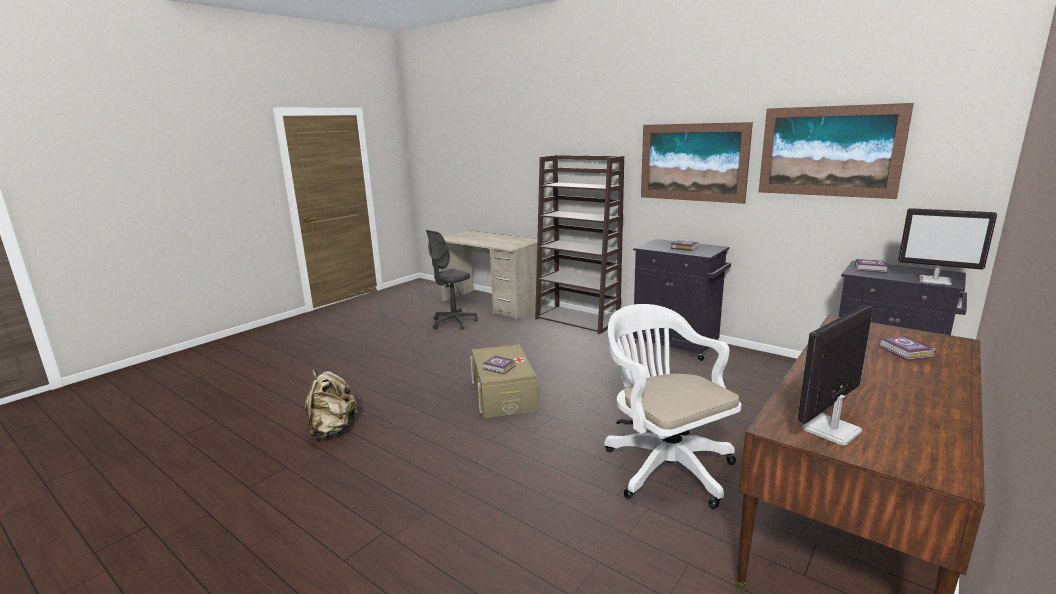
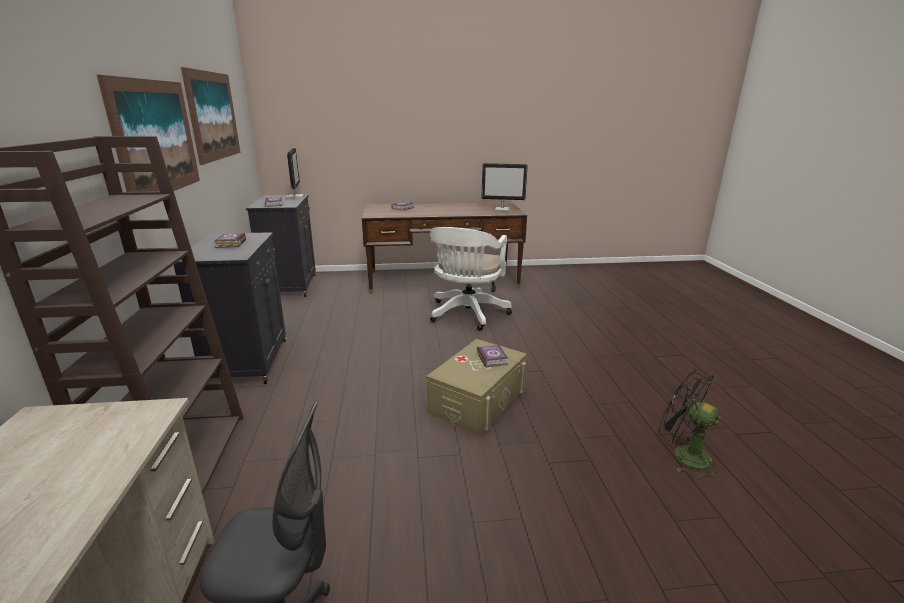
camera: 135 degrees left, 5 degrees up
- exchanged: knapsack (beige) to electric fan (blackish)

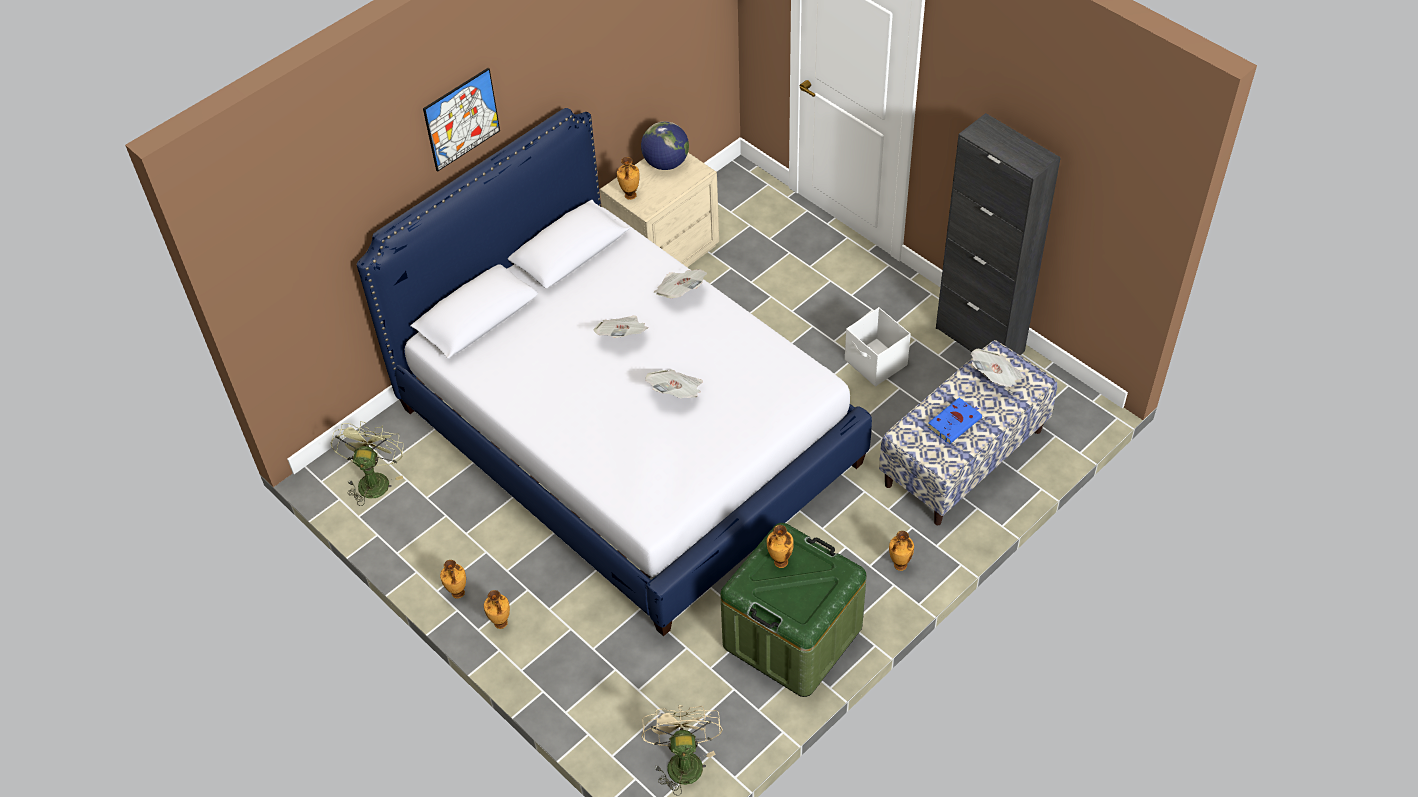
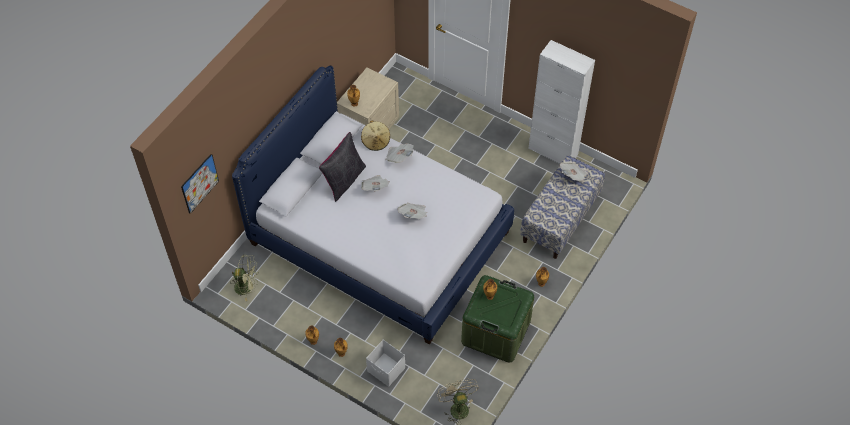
camera: 15 degrees left, 5 degrees up
- relocated: picture
- spun: electric fan (green) 105 degrees clockwise
- appeared: throw pillow (blackish)
- appeared: wearable hat (beige)
- relocated: storage container (white-coloured)
- colour: cupboard (blackish) to cupboard (white-coloured)
- missing: globe
- missing: volume (bluish)

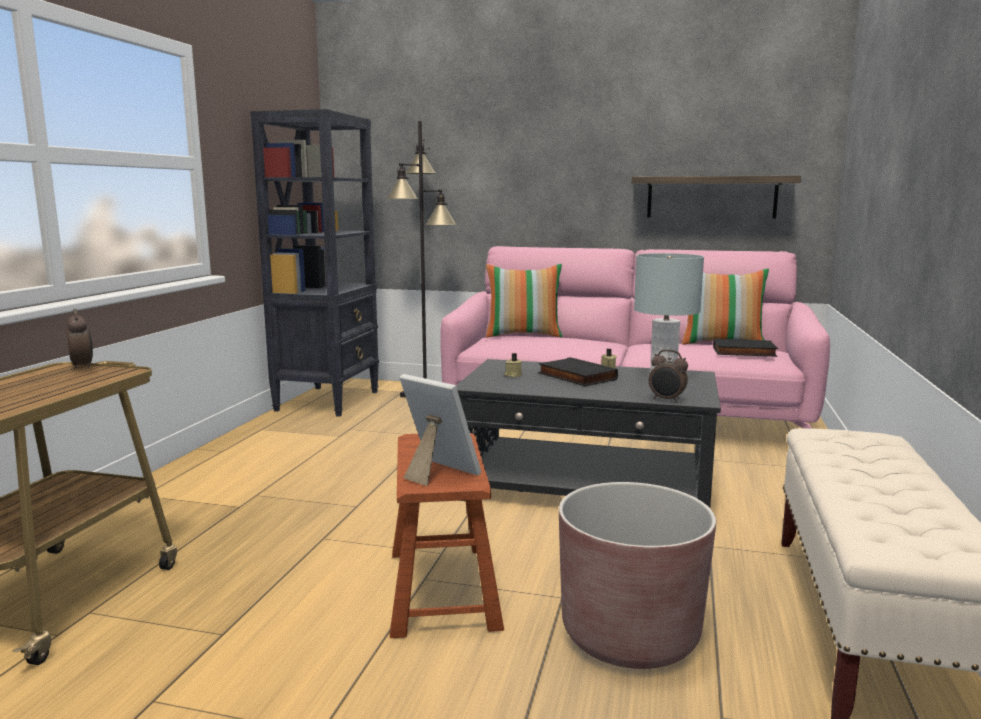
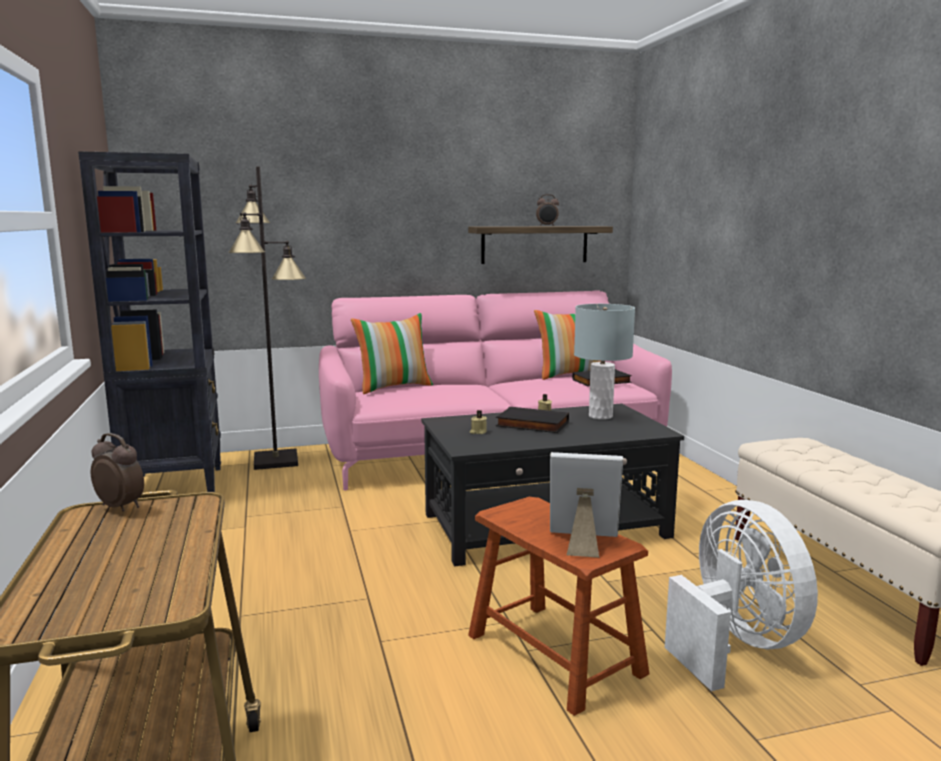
camera: 30 degrees left, 0 degrees up
- relocated: table clock (no. 2 from left)
- exchanged: flower pot (brown) to electric fan (white-coloured)

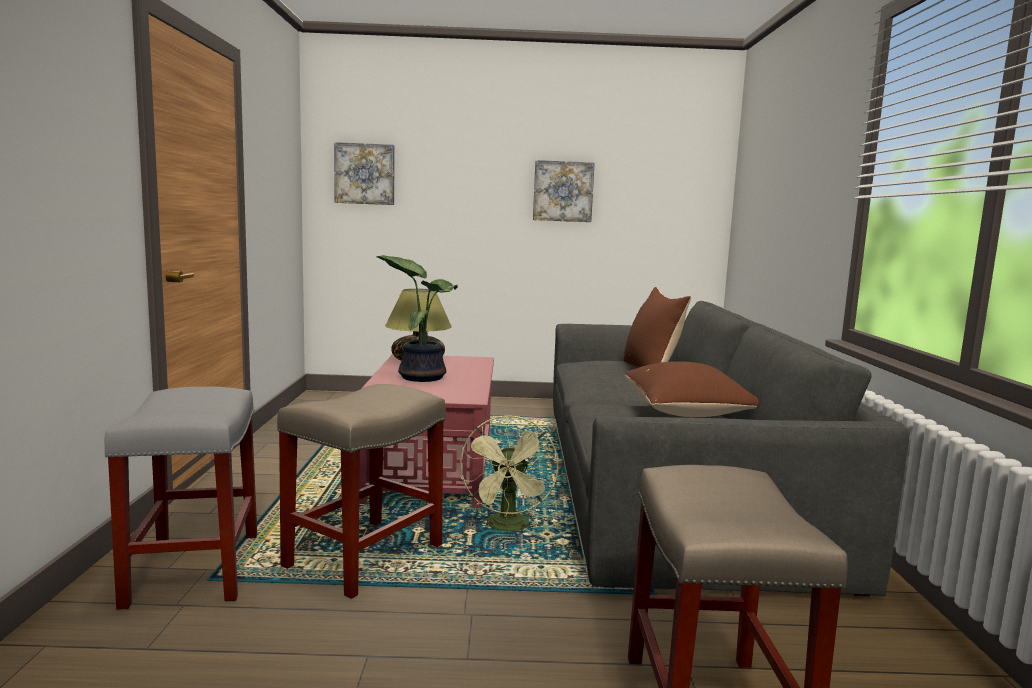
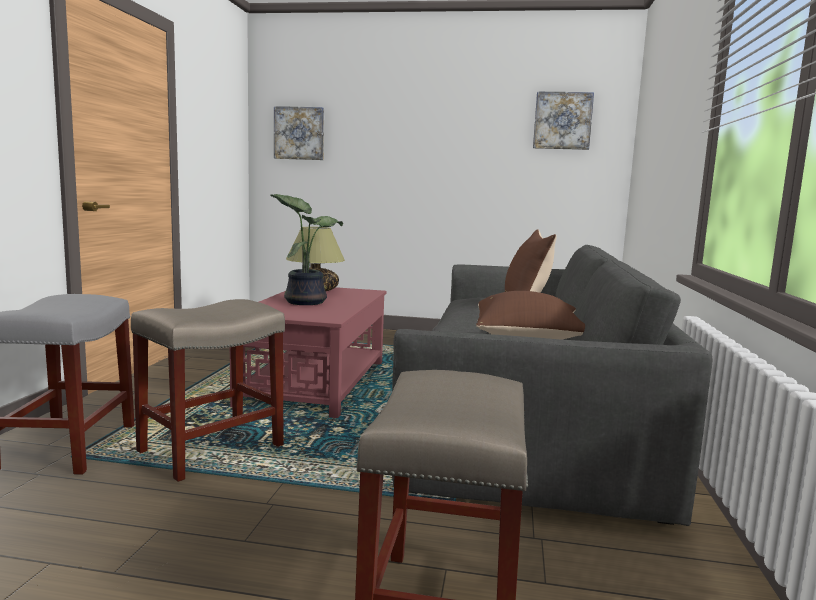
camera: 10 degrees right, 0 degrees up
- relocated: picture (no. 2 from left)
- missing: electric fan (green)

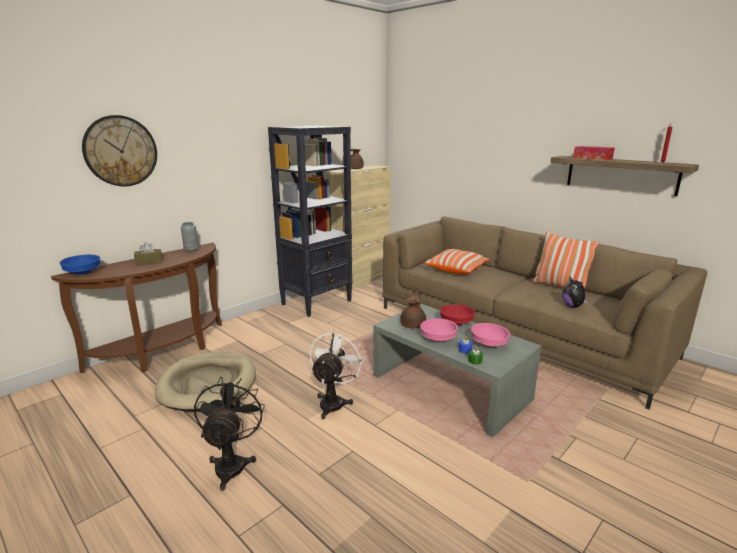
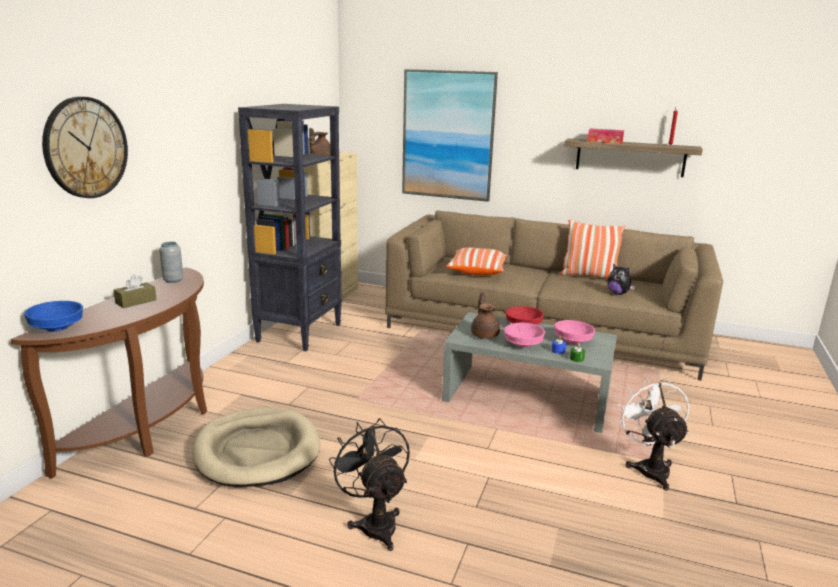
camera: 25 degrees left, 0 degrees up
- appeared: picture
- relocated: electric fan (white-coloured)

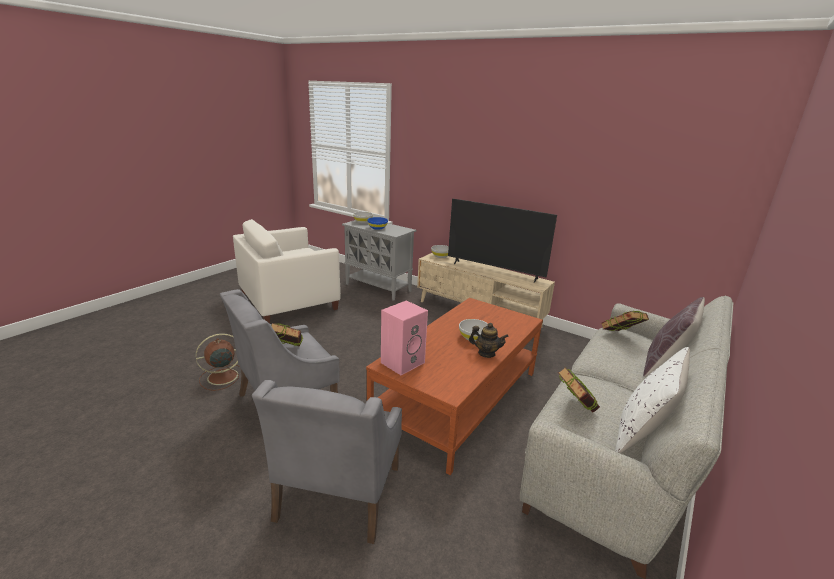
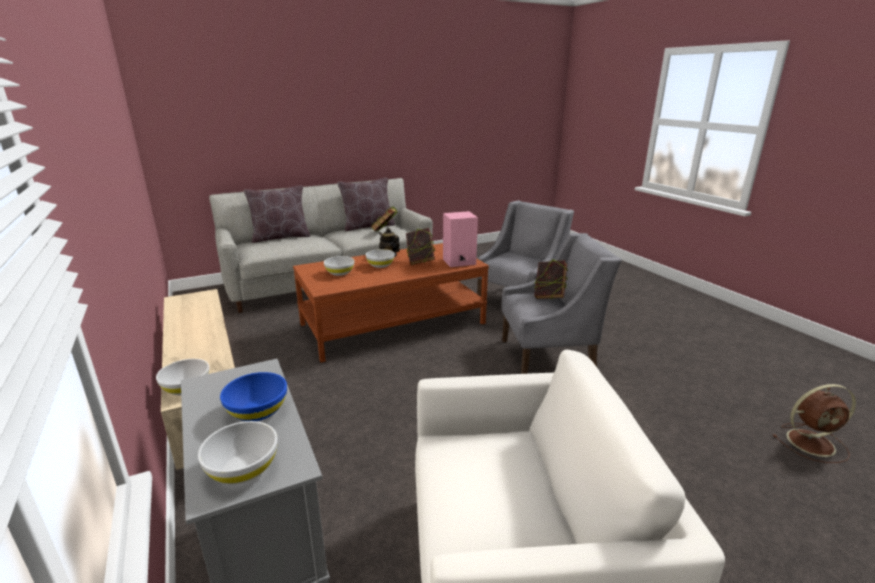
camera: 150 degrees left, 0 degrees up
- appeared: bowl (white-coloured) (no. 3 from left)
- colour: throw pillow (white-coloured) to throw pillow (brown) (no. 2 from left)
- relocated: volume (no. 3 from left in the first image) to volume (no. 2 from left)
- relocated: electric fan (brown)
- missing: television

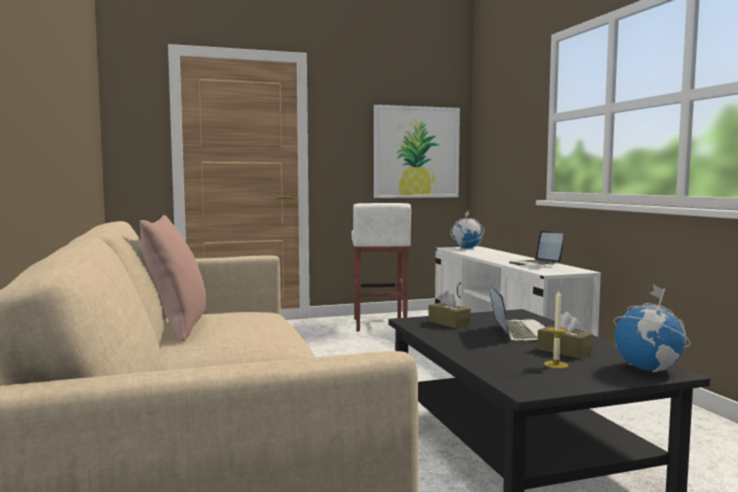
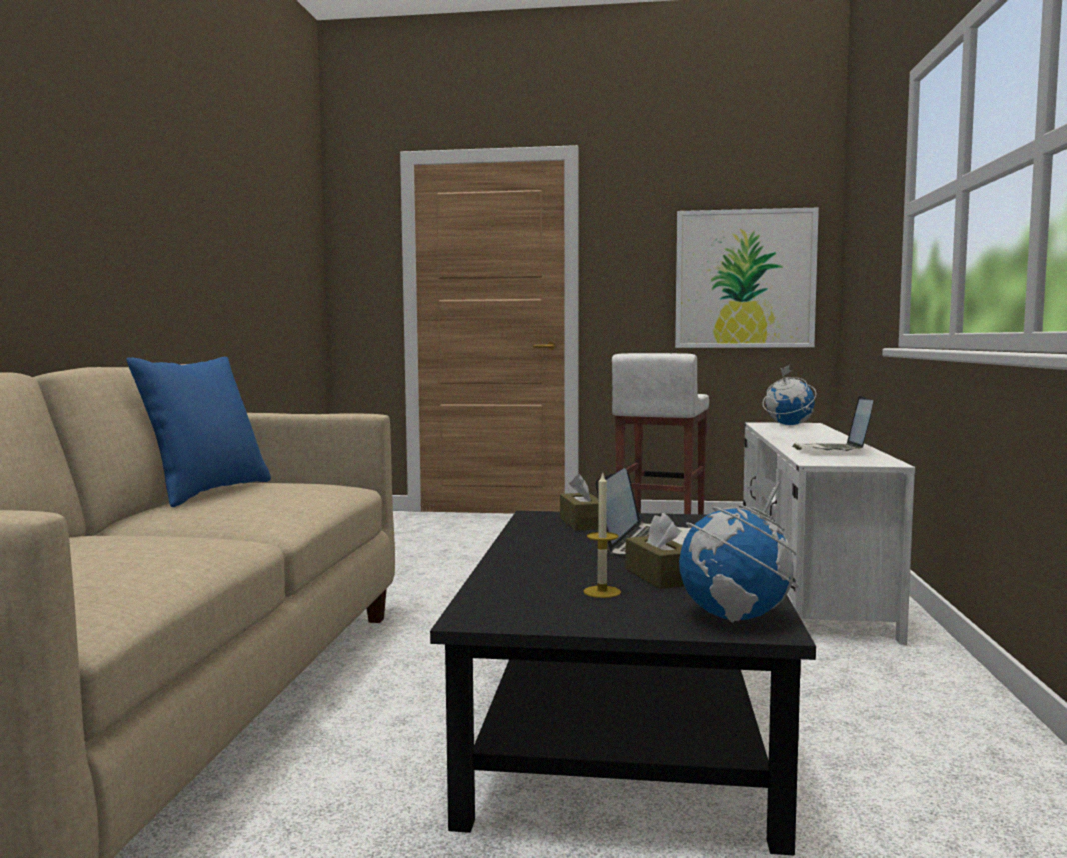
camera: 25 degrees right, 0 degrees up
- colour: throw pillow (pinkish) to throw pillow (bluish)

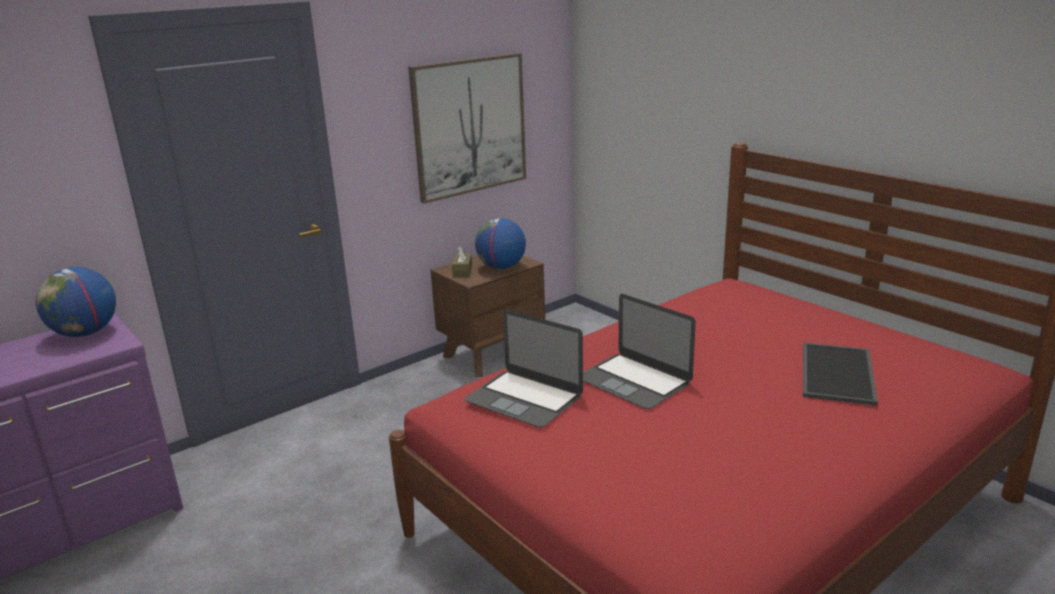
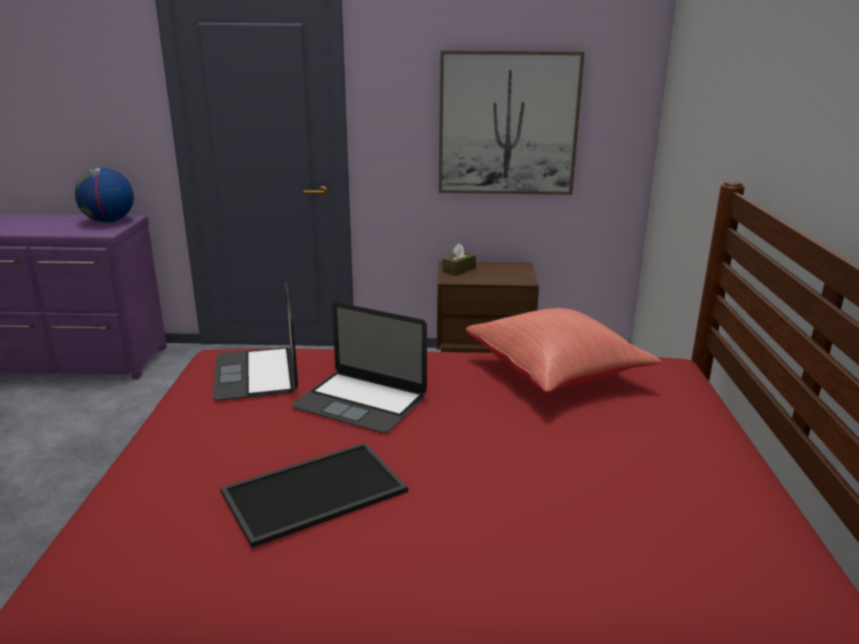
camera: 40 degrees right, 0 degrees up
- relocated: carrying tray
- spun: laptop (no. 2 from left) 60 degrees counterclockwise
- appeared: throw pillow (red)
- missing: globe (no. 2 from left)

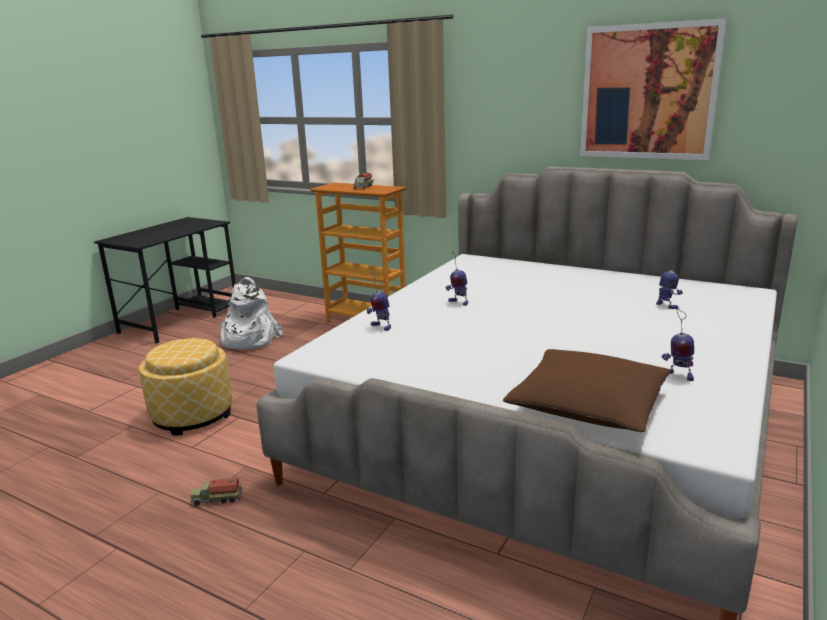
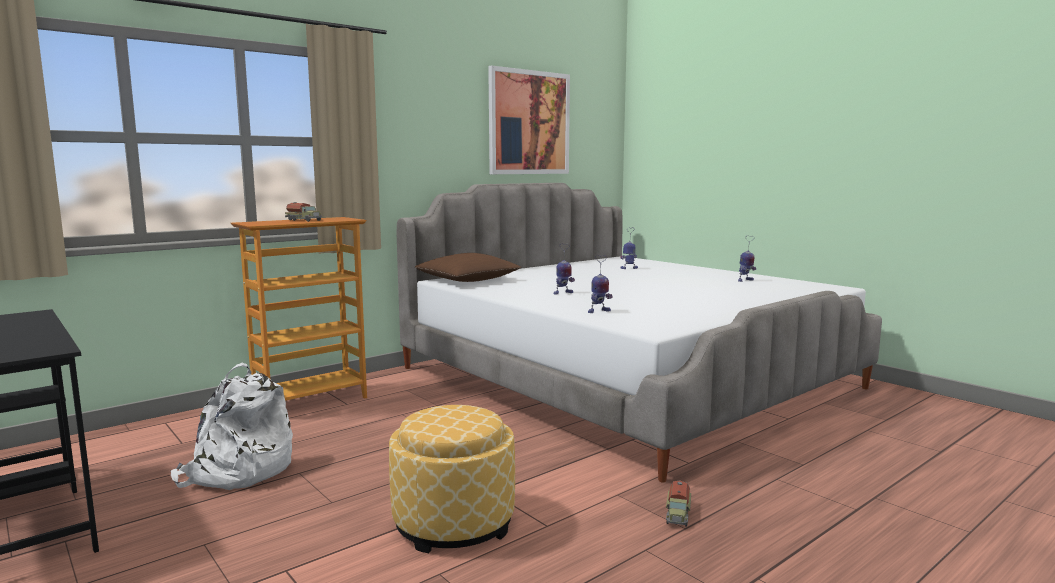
camera: 70 degrees left, 10 degrees down
- relocated: throw pillow (brown)

